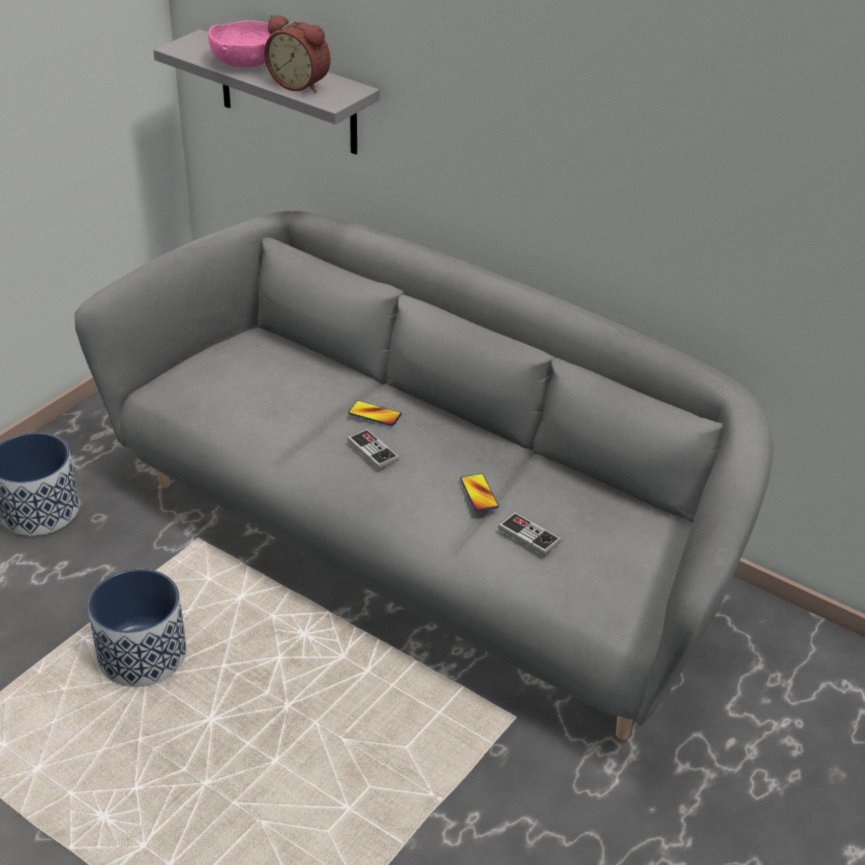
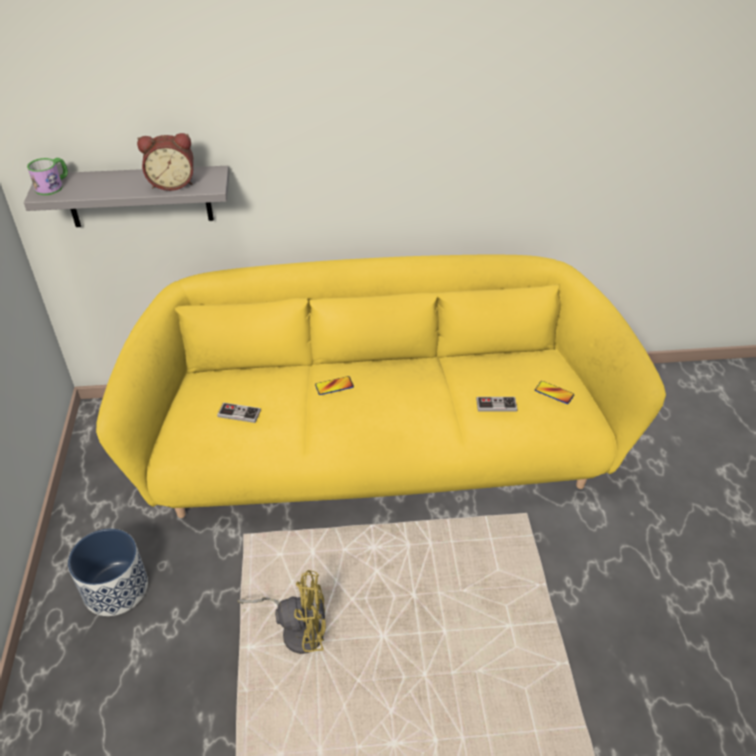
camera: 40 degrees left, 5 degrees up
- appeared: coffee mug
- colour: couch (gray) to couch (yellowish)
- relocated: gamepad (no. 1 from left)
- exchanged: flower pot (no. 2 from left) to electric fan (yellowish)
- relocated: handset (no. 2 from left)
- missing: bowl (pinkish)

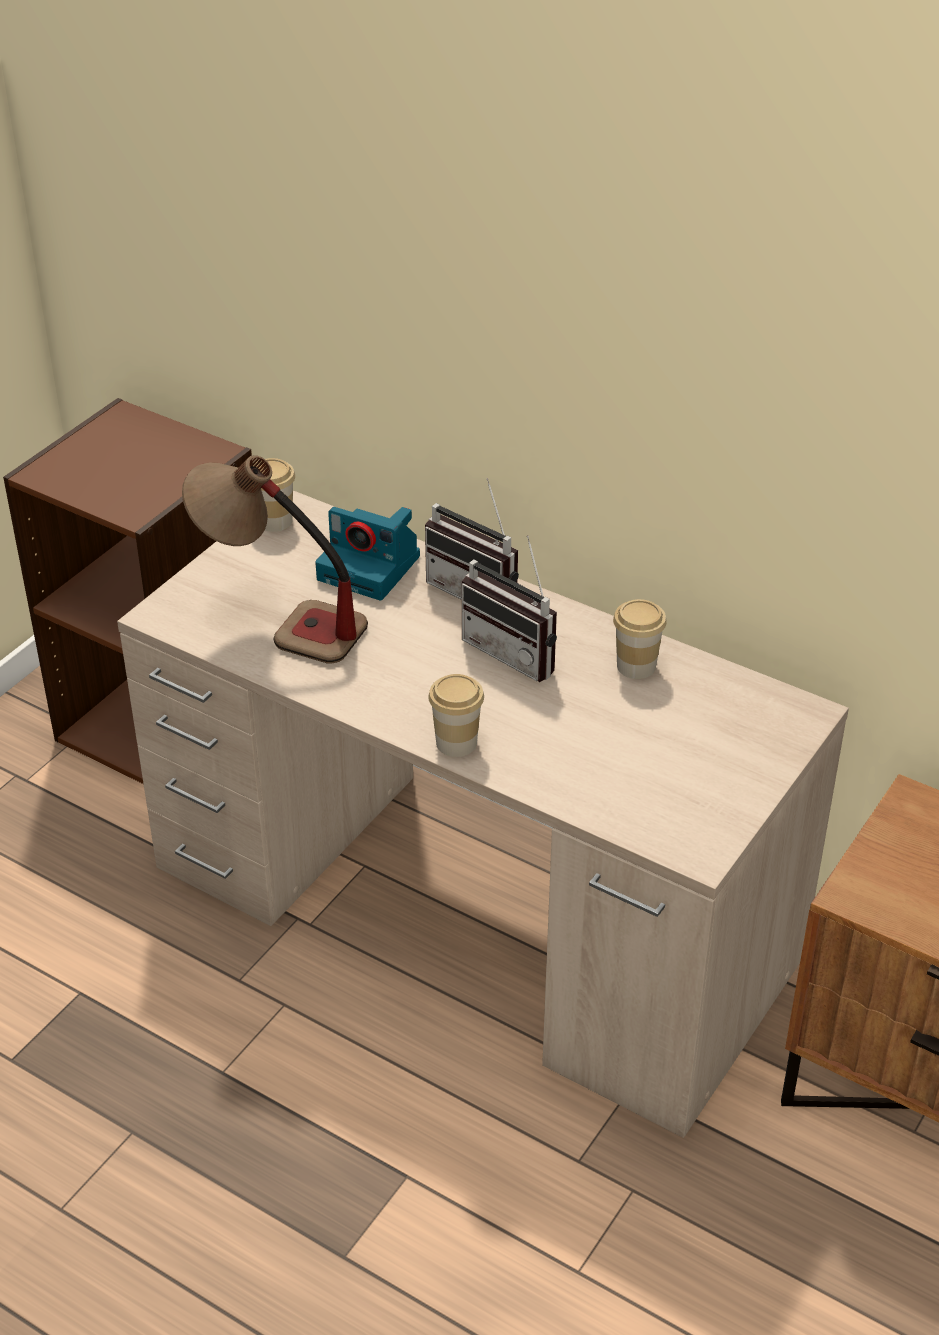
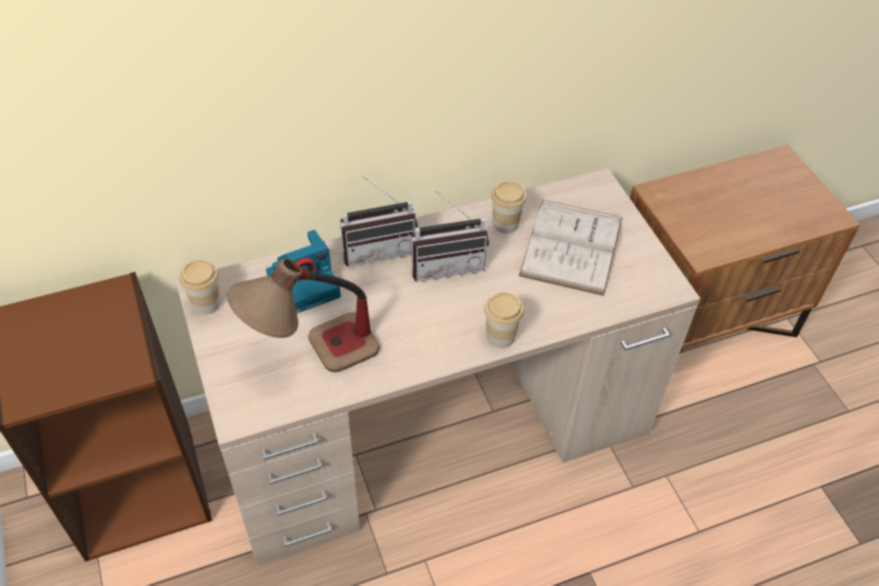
camera: 55 degrees left, 10 degrees up
- appeared: volume (white-coloured)

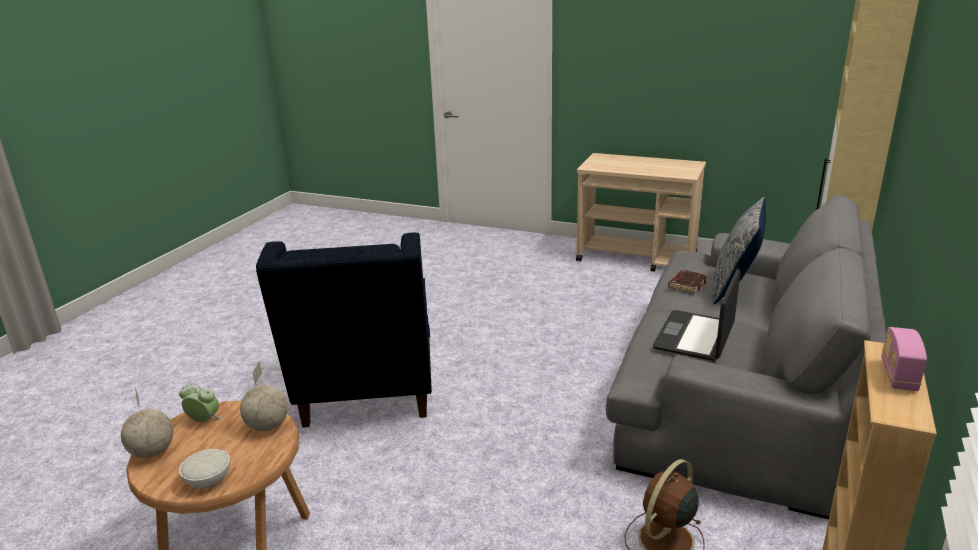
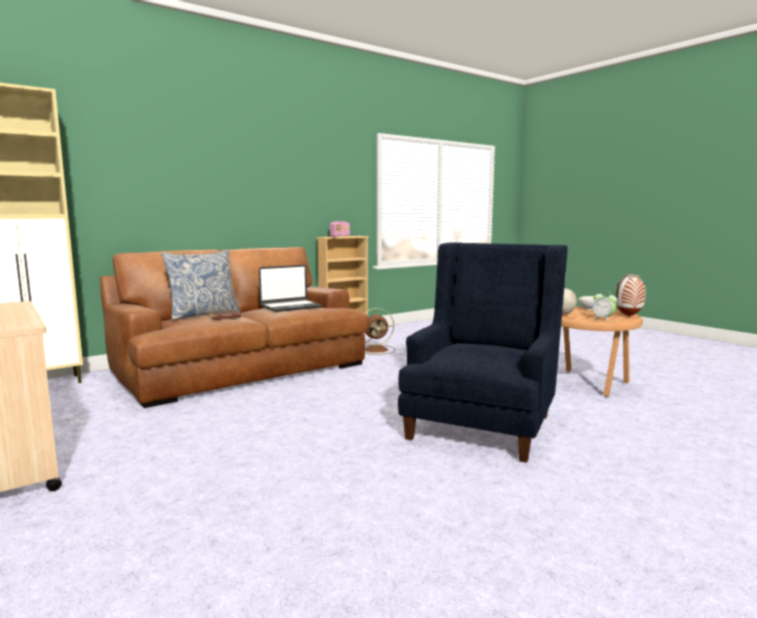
camera: 150 degrees left, 15 degrees down
- colour: couch (gray) to couch (brown)
- exchanged: globe (no. 1 from left) to vase

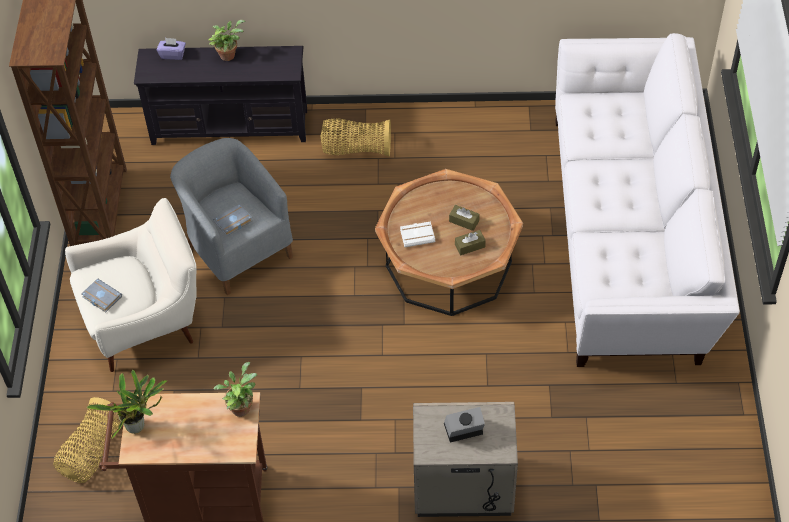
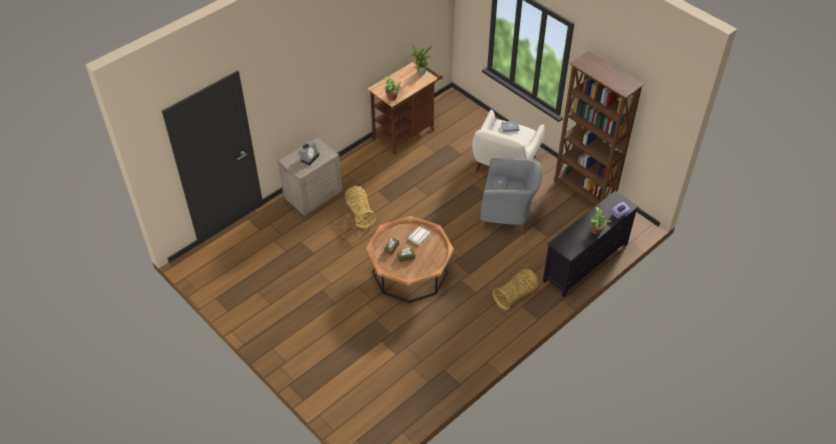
camera: 135 degrees right, 5 degrees down
- relocated: storage basket (no. 1 from left)
- missing: couch (white-coloured)

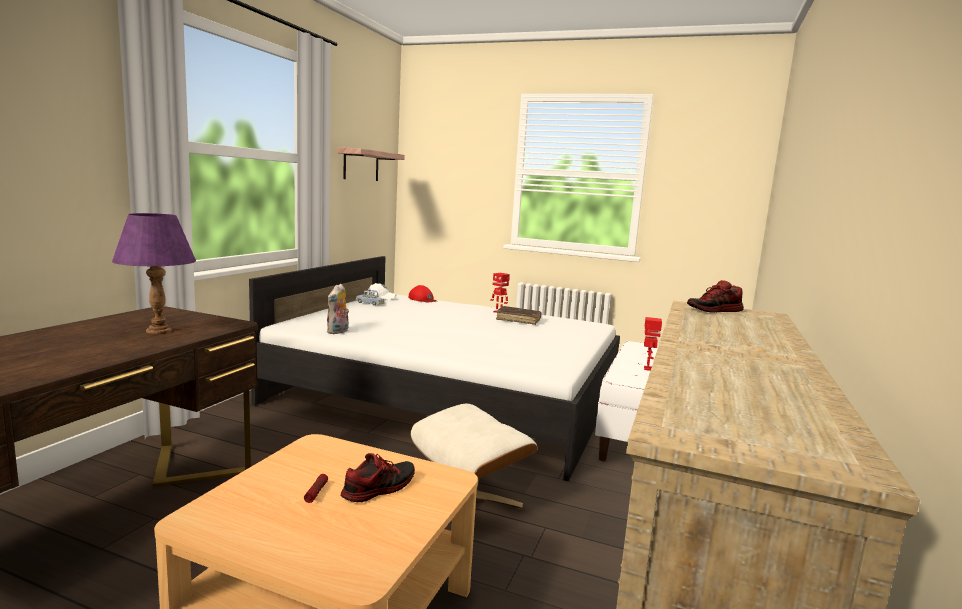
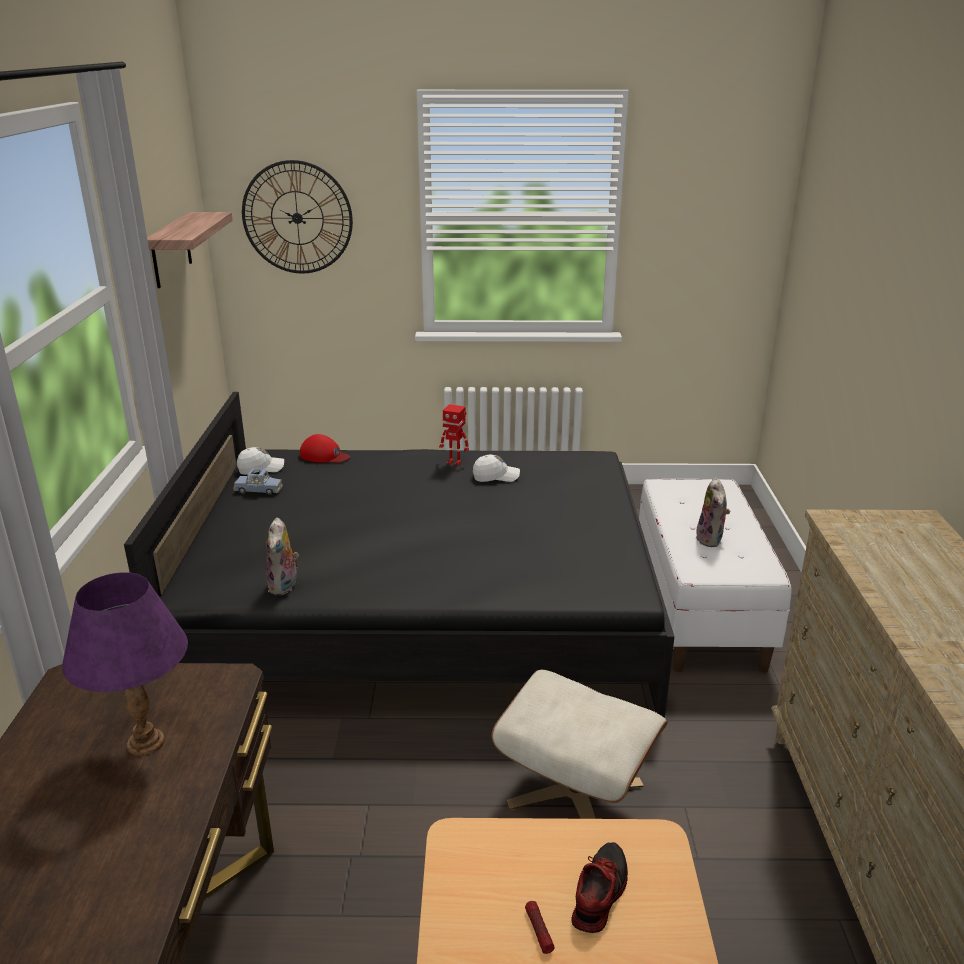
camera: 20 degrees left, 15 degrees up
- colour: bed (white-coloured) to bed (blackish)
- appeared: hanging clock
- exchanged: volume (brown) to baseball cap (white-coloured) (no. 2 from left)
- exchanged: robot figure (no. 2 from left) to cuddly toy (no. 2 from left)
- missing: shoe (no. 2 from left)

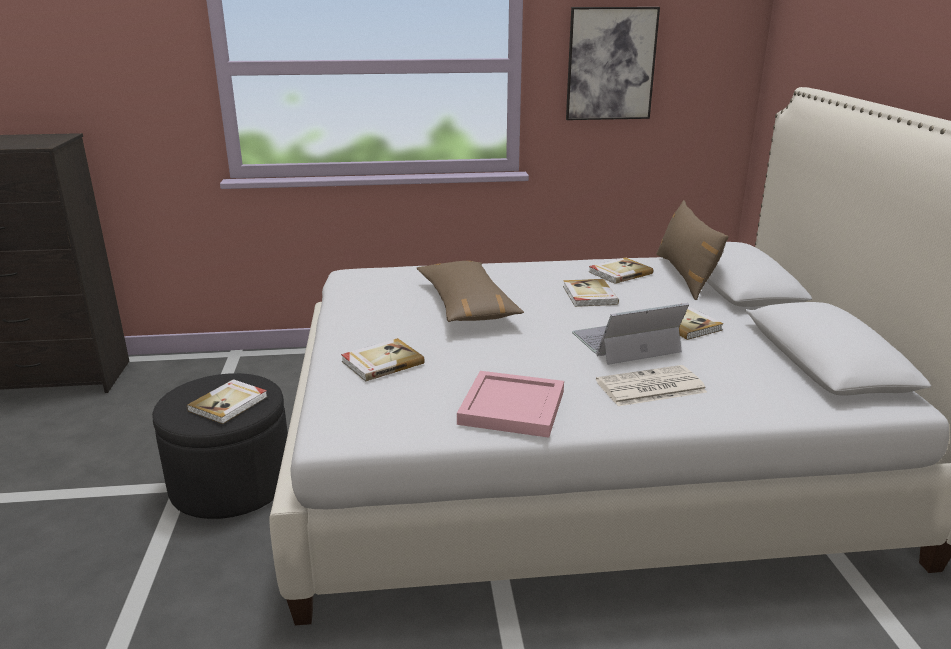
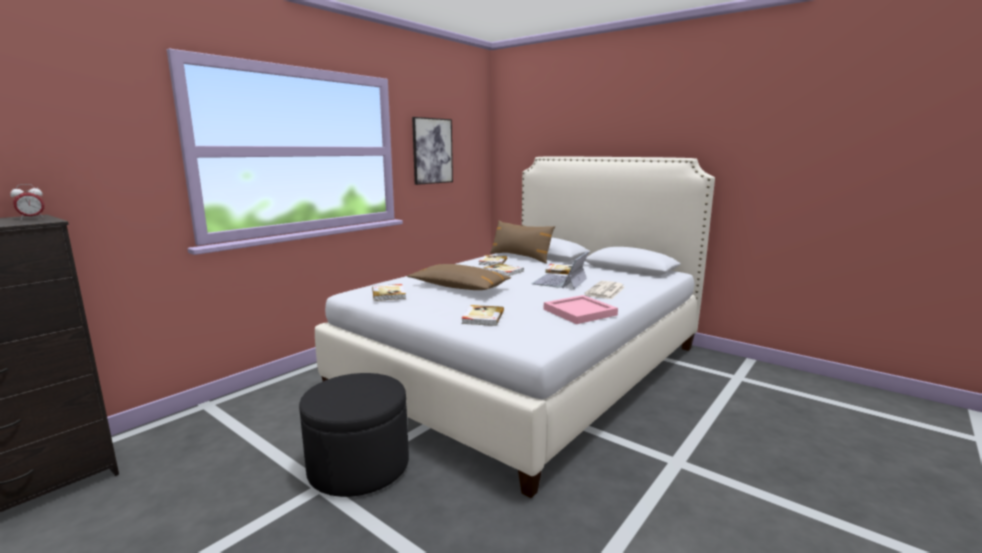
camera: 45 degrees left, 10 degrees down
- appeared: table clock
- relocated: volume (no. 1 from left)

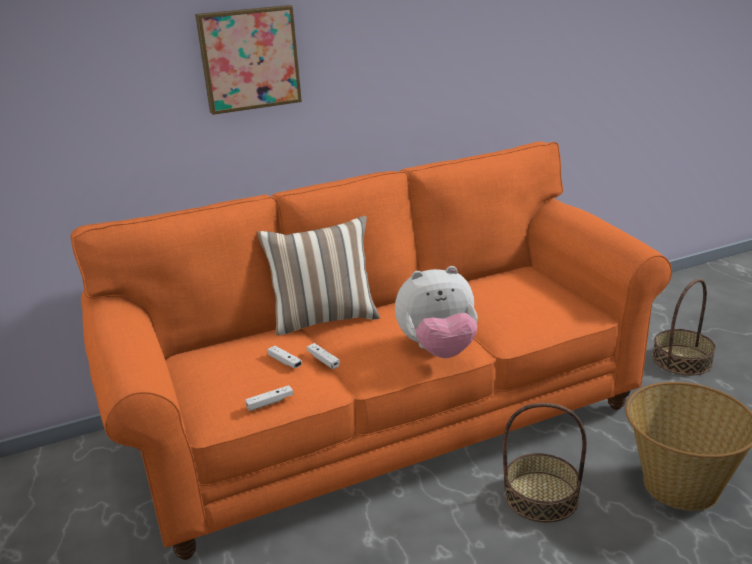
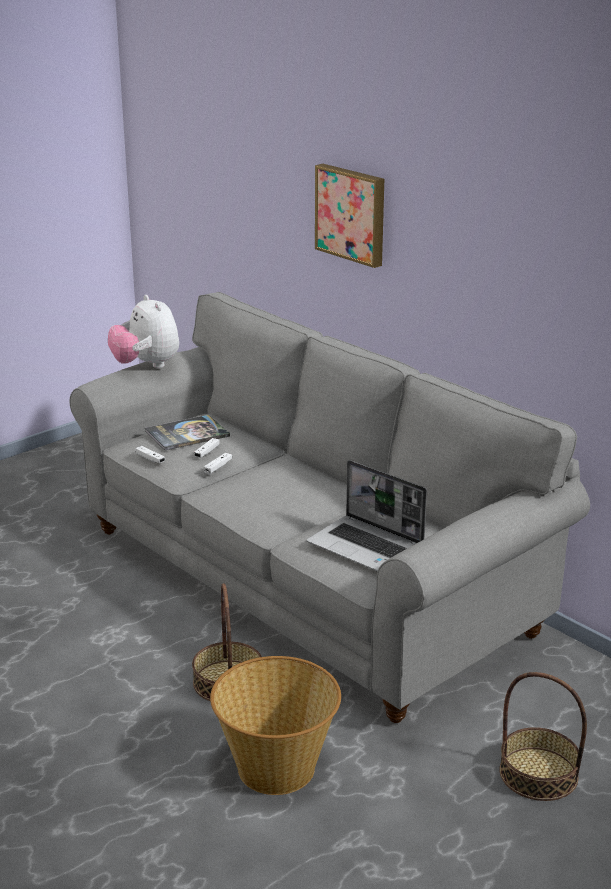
camera: 70 degrees right, 0 degrees up
- colour: couch (orangey) to couch (gray)
- relocated: cuddly toy
- appeared: volume
- appeared: laptop
- missing: throw pillow

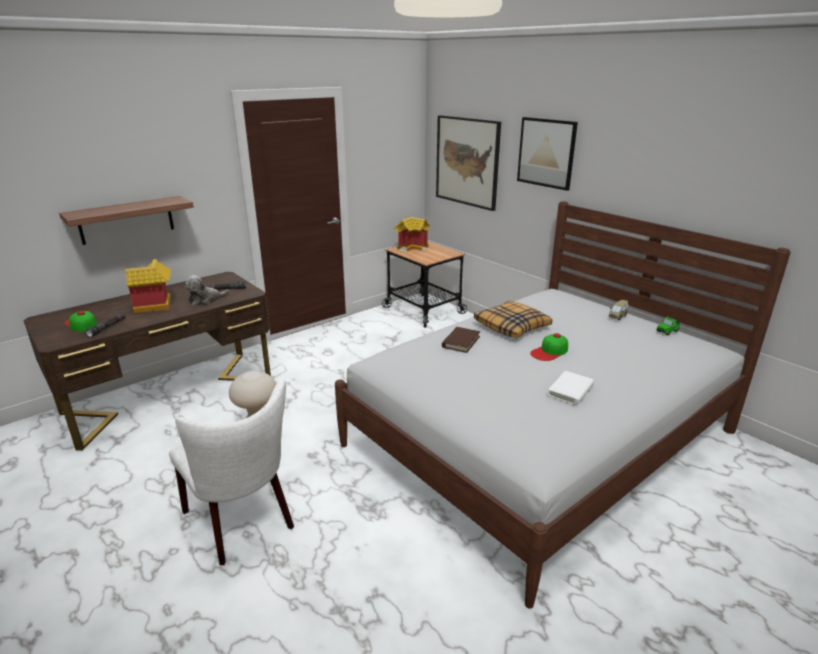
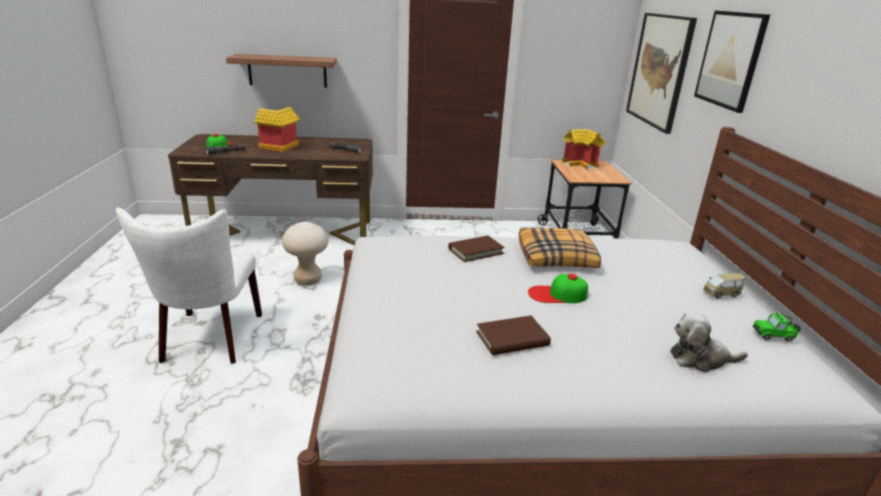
camera: 35 degrees right, 0 degrees up
- colour: volume (white-coloured) to volume (brown) (no. 2 from left)
- relocated: cuddly toy

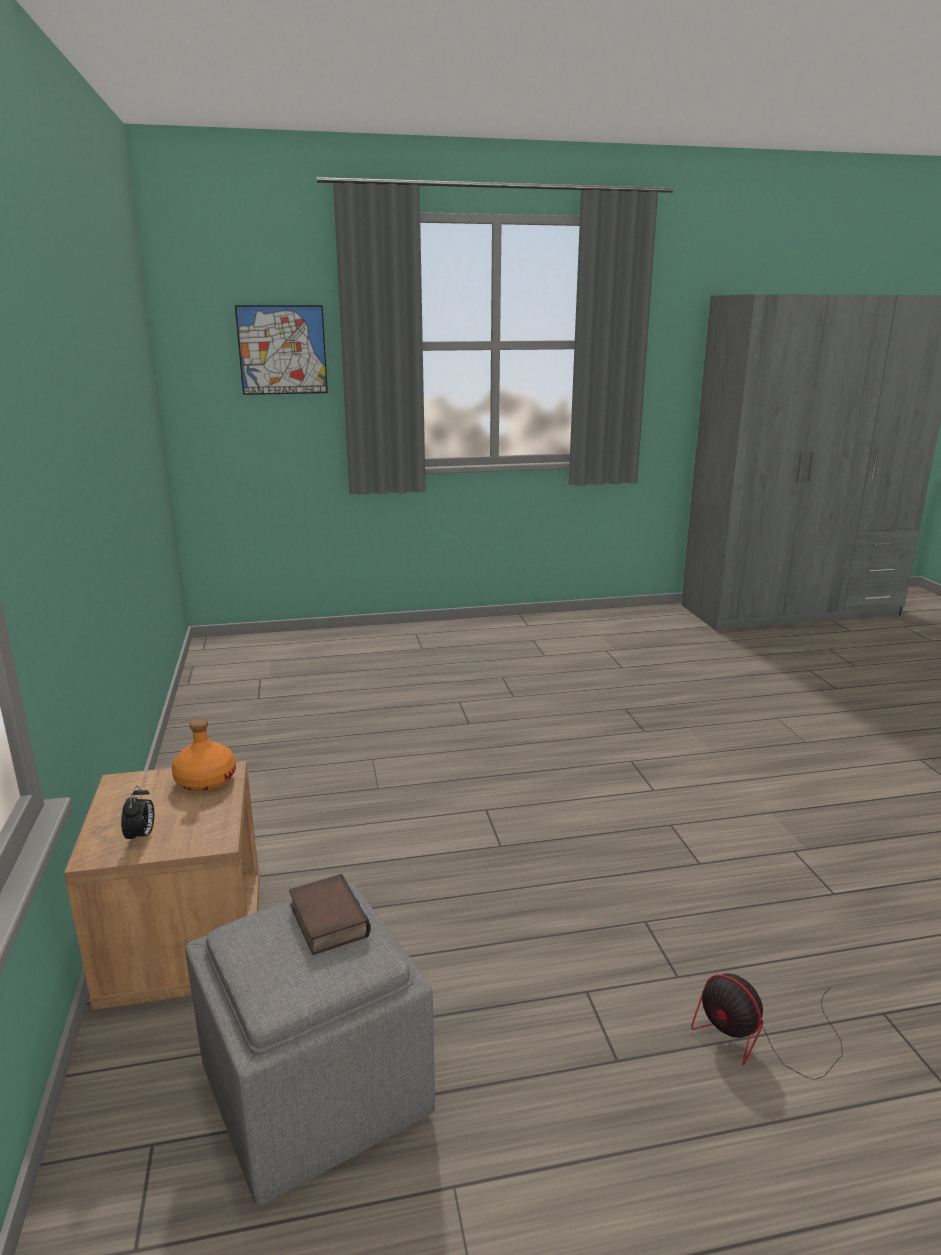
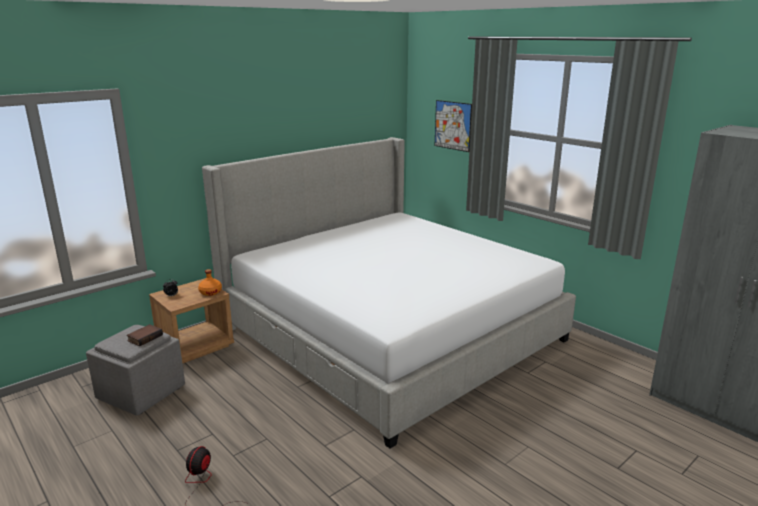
camera: 60 degrees right, 0 degrees up
- appeared: bed

